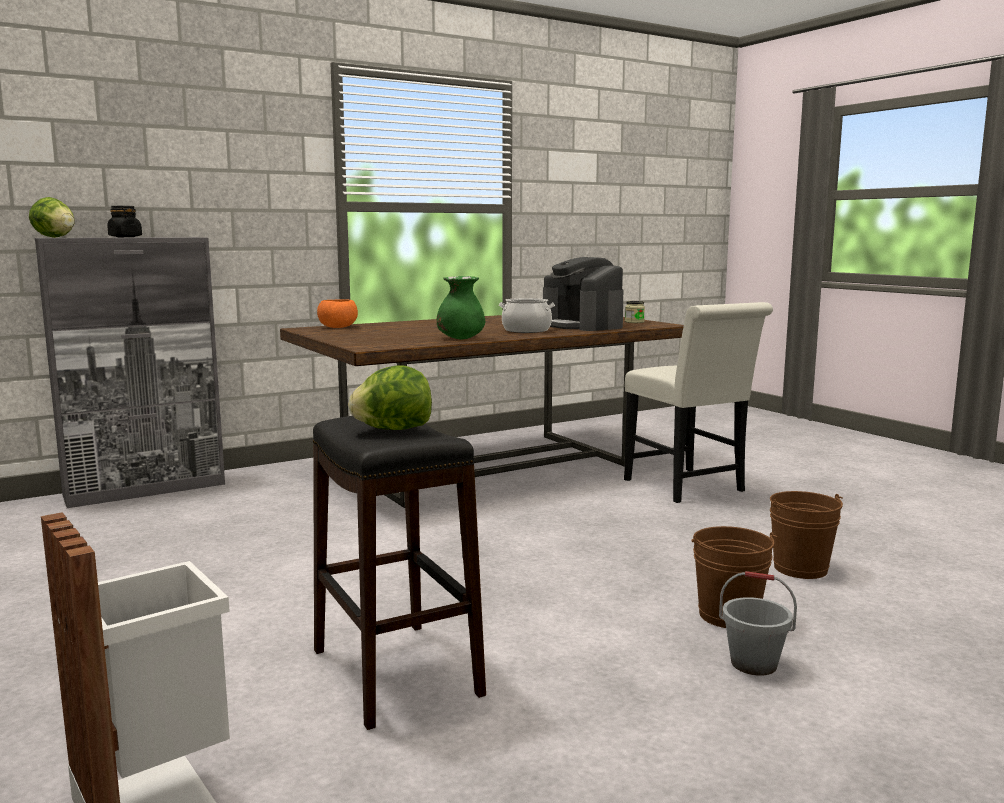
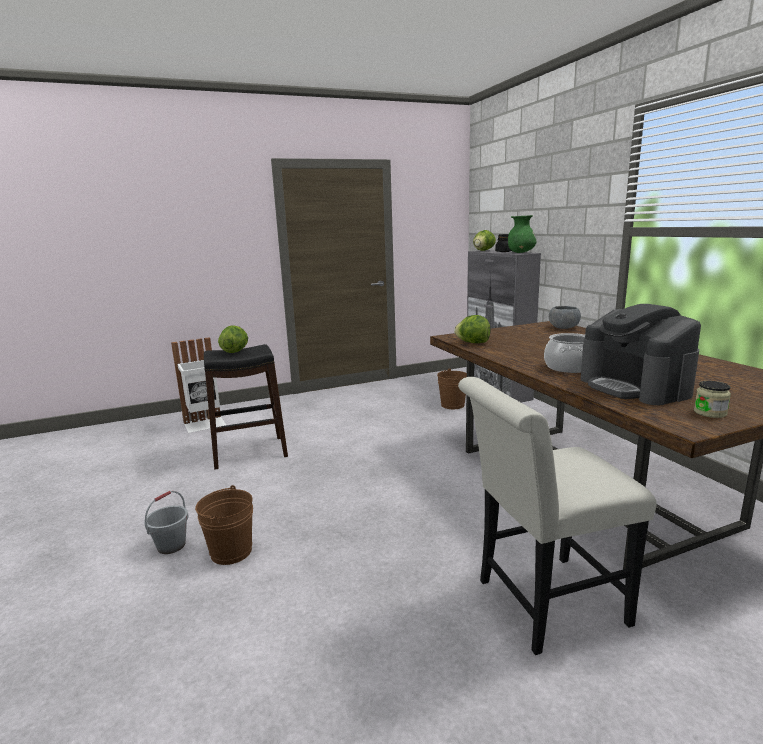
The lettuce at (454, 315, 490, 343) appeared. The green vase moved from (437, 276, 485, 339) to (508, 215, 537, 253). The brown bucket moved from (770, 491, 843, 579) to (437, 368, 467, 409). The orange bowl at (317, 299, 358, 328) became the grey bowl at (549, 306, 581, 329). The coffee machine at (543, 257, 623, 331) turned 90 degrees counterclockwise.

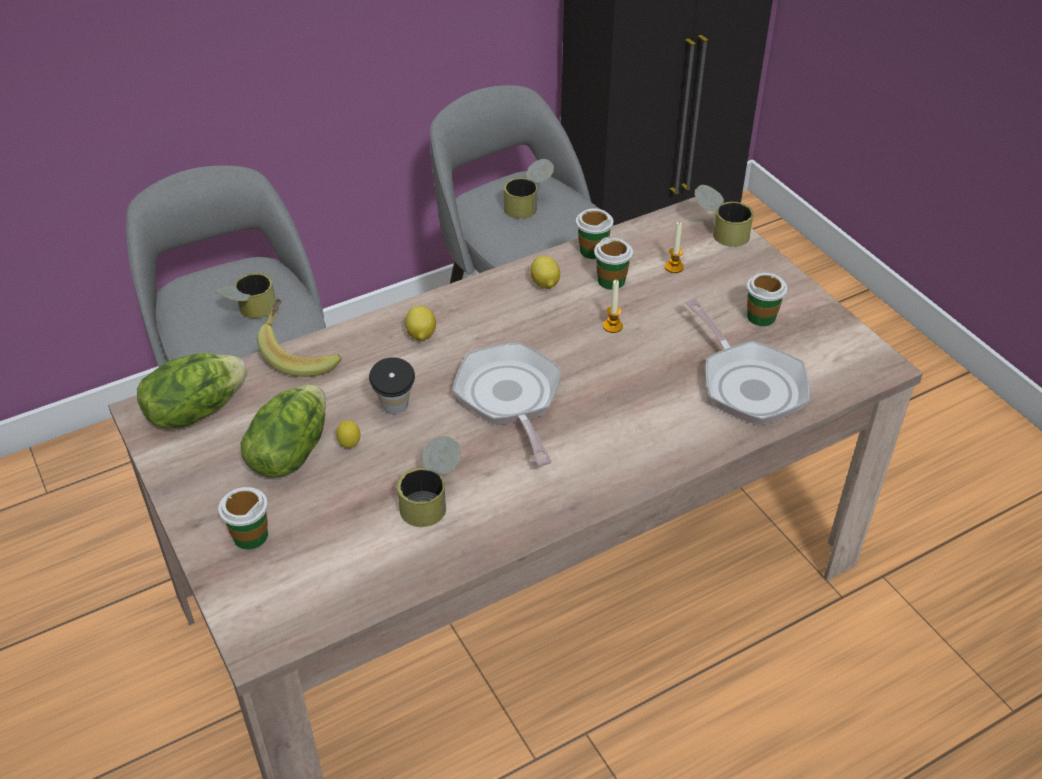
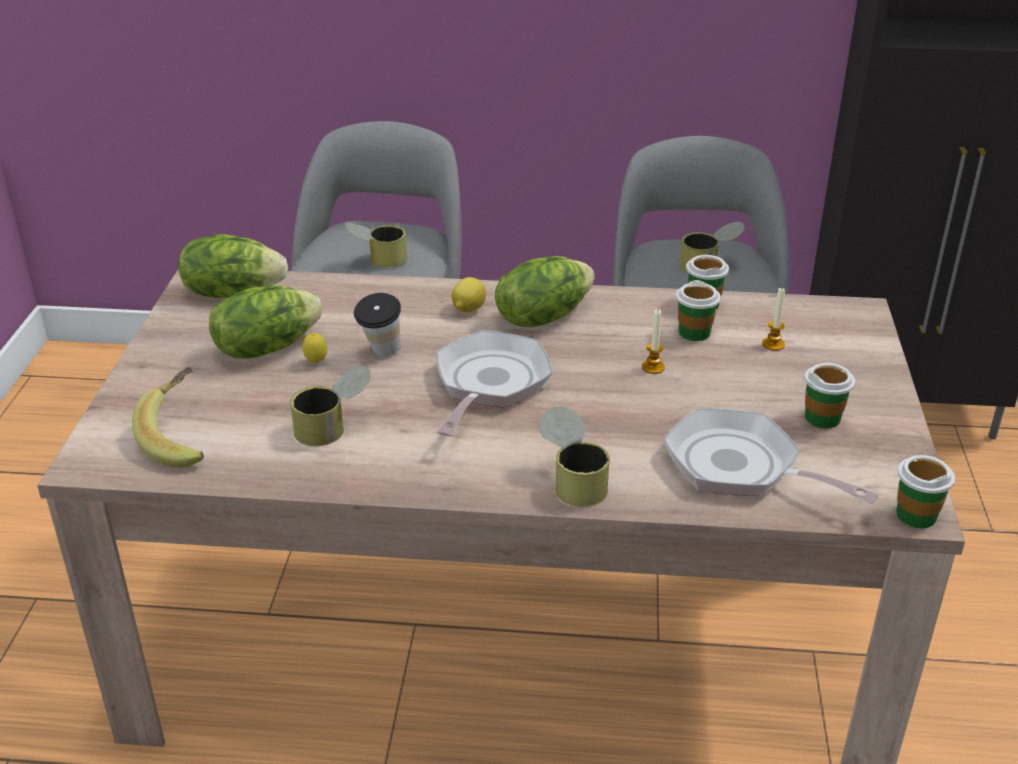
The lemon at (530, 256, 560, 289) disappeared. The lettuce at (495, 256, 595, 327) appeared. The cup moved from (218, 487, 268, 550) to (896, 455, 955, 528). The banana moved from (257, 298, 342, 377) to (132, 367, 204, 467). The can moved from (695, 185, 754, 247) to (539, 406, 610, 507). The frying pan at (685, 298, 810, 425) turned 120 degrees clockwise.

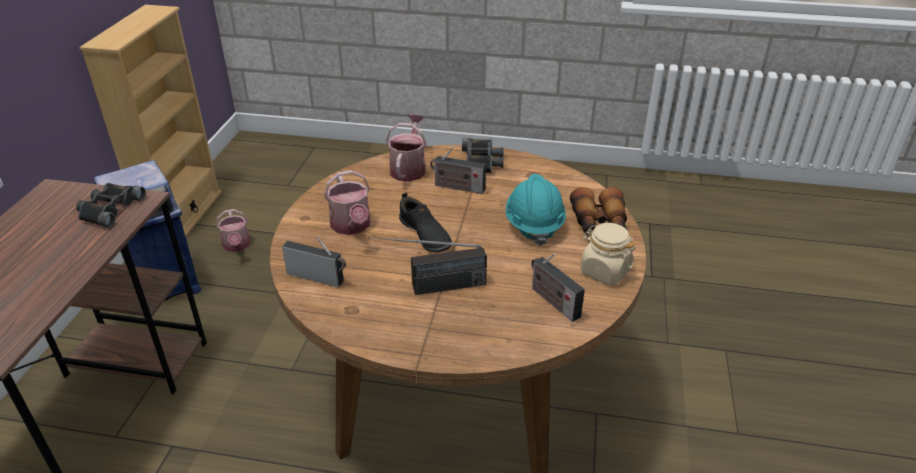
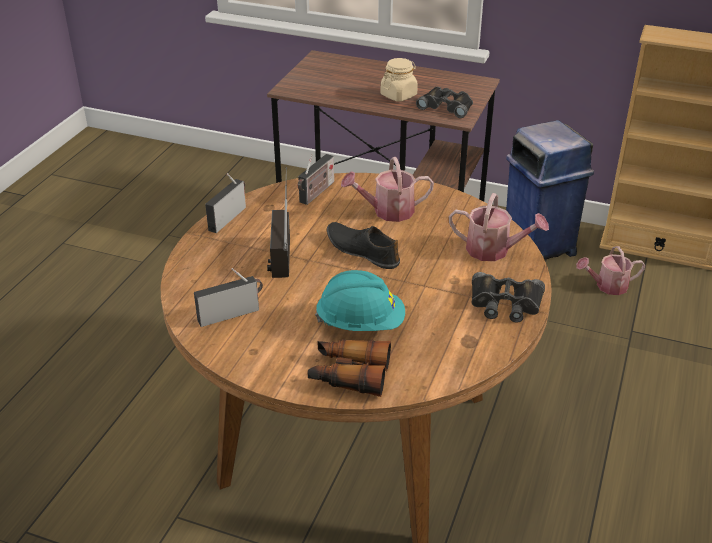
The radio moved from (430, 146, 486, 194) to (205, 173, 246, 233). The beige jar moved from (581, 223, 635, 285) to (381, 58, 418, 101). The black shoe at (399, 192, 452, 252) turned 60 degrees clockwise.

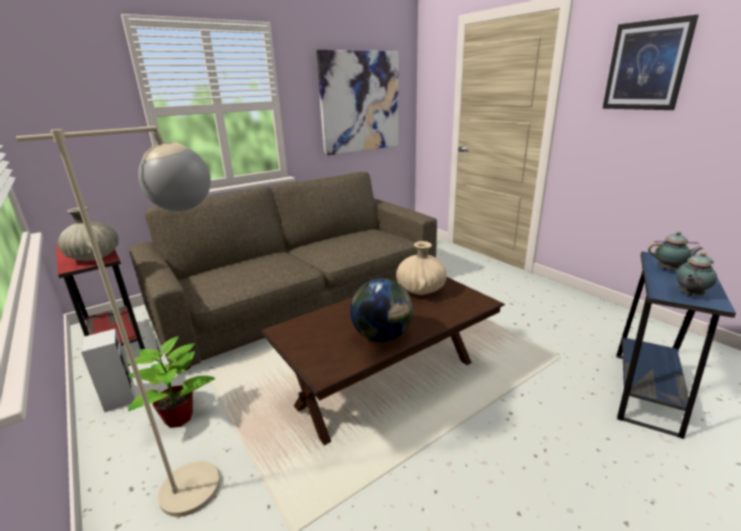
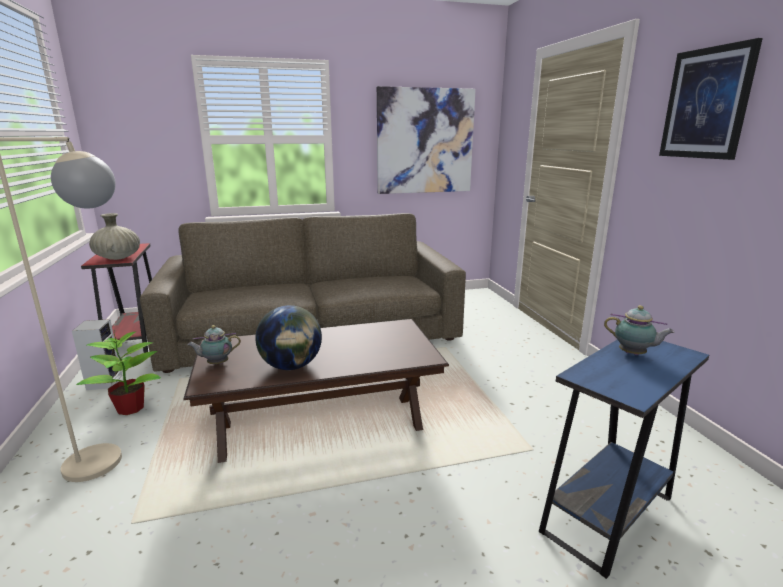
The beige vase at (396, 241, 447, 295) disappeared. The teapot moved from (676, 252, 717, 296) to (187, 325, 241, 365).

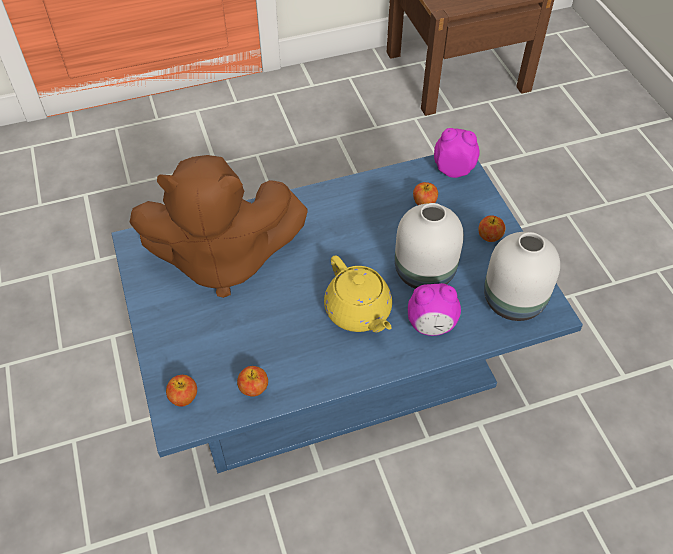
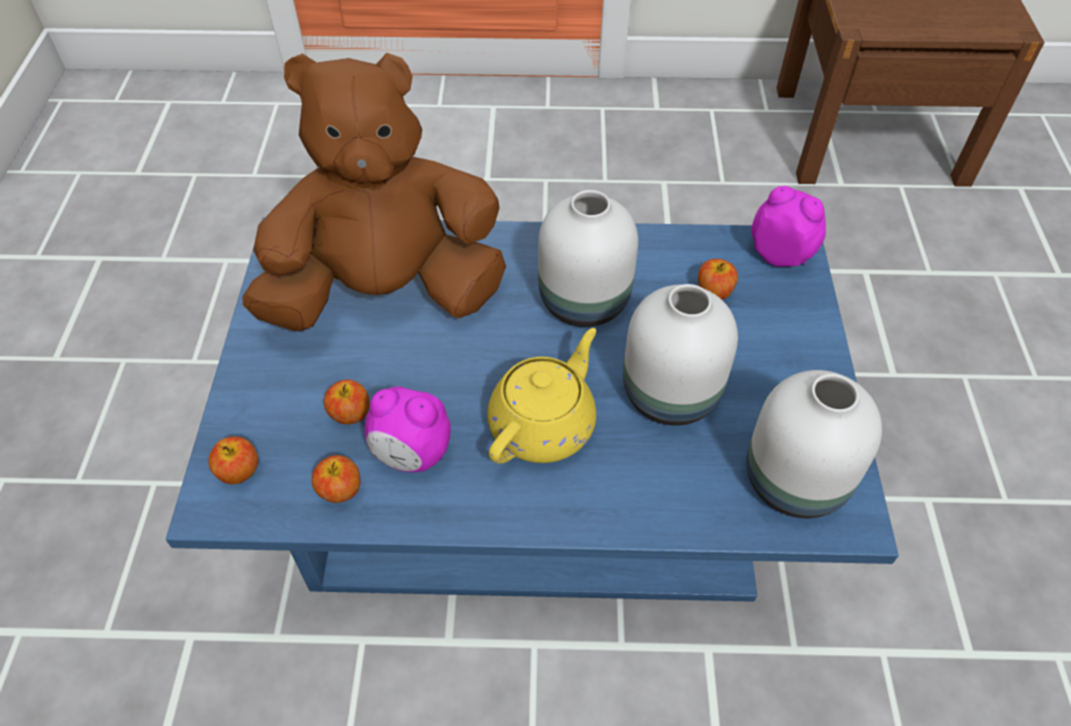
The white vase at (538, 190, 638, 327) appeared. The alarm clock moved from (408, 283, 461, 336) to (365, 387, 451, 472). The apple moved from (478, 215, 506, 242) to (324, 379, 369, 424). The brown plush toy at (129, 155, 308, 298) turned 150 degrees clockwise. The yellow teapot at (324, 255, 392, 333) turned 135 degrees counterclockwise.

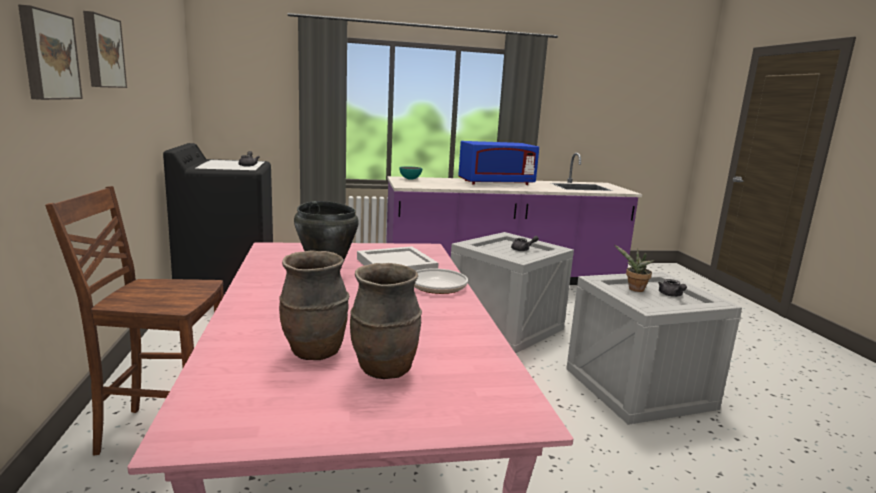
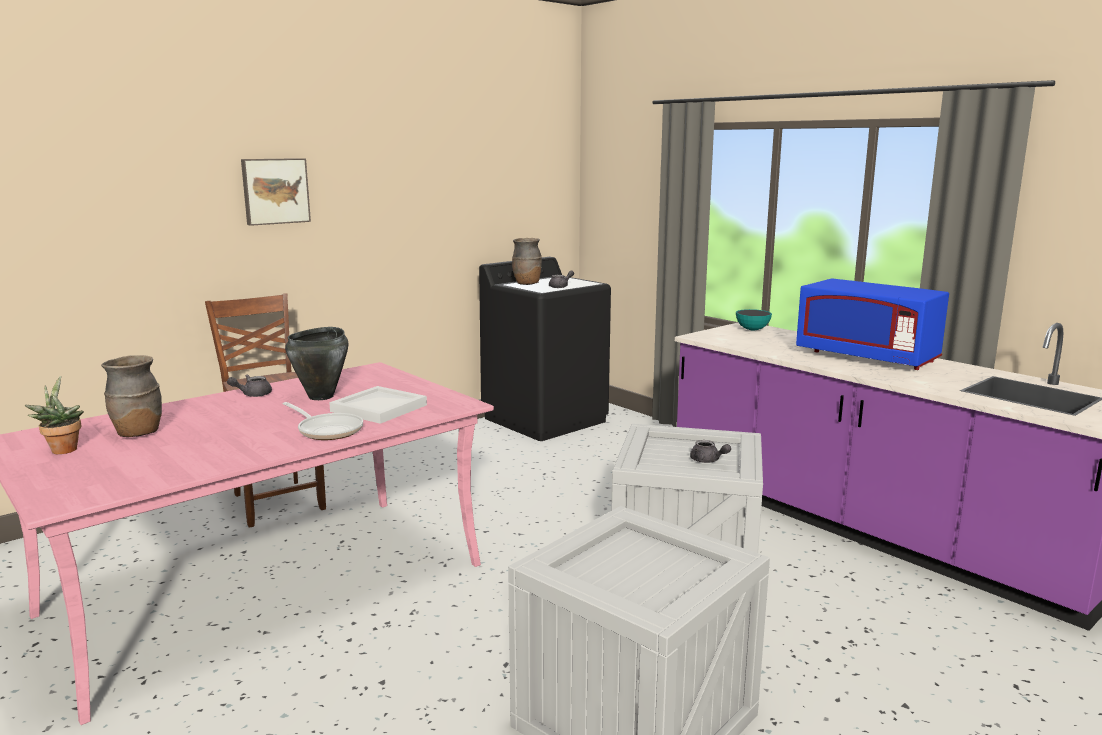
The picture at (83, 11, 127, 88) disappeared. The brown vase moved from (350, 263, 422, 379) to (512, 238, 542, 285). The potted plant moved from (615, 245, 654, 292) to (24, 376, 84, 454). The grey teapot moved from (658, 279, 687, 297) to (227, 375, 272, 397).

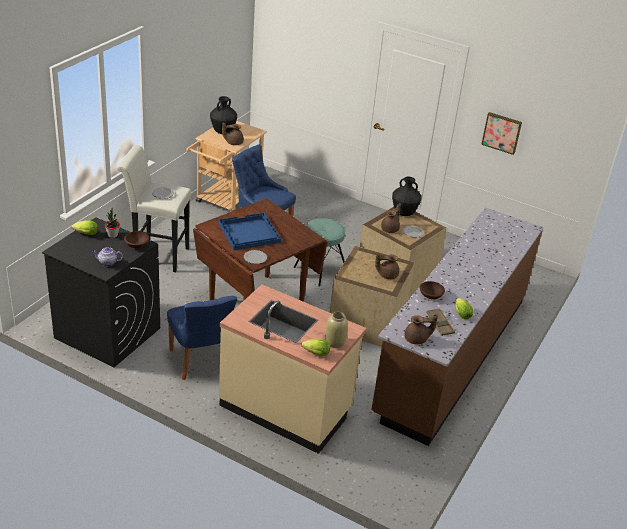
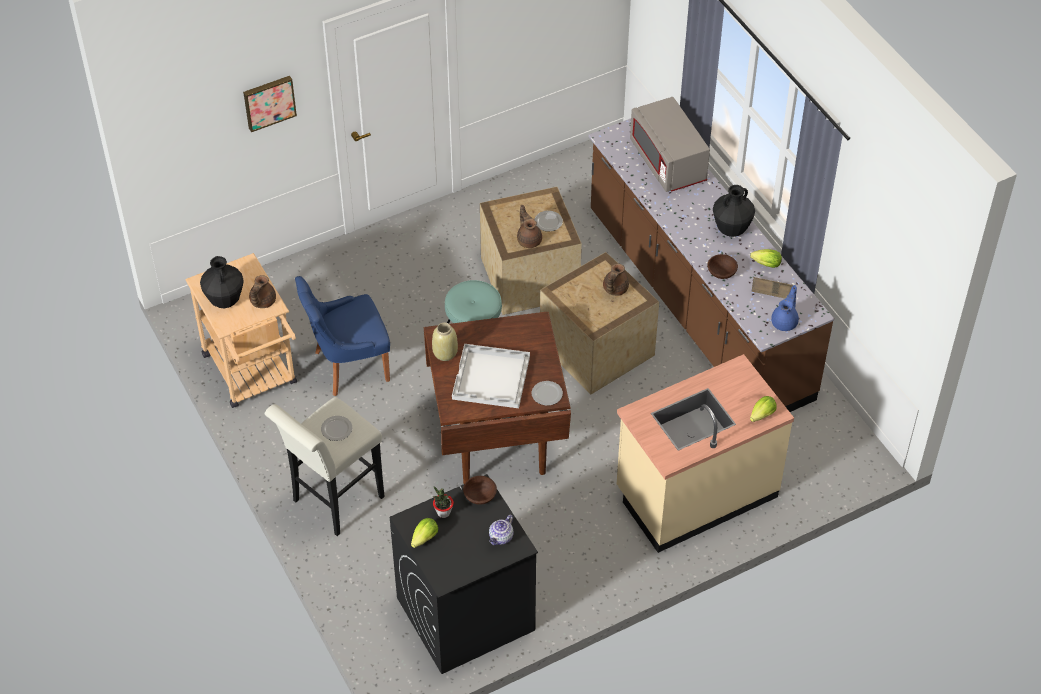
The blue chair at (167, 296, 237, 380) disappeared. The grey microwave at (630, 97, 710, 192) appeared. The beige vase moved from (325, 312, 348, 348) to (432, 323, 458, 361). The black vase moved from (392, 177, 422, 216) to (713, 185, 755, 237). The picture moved from (481, 112, 522, 155) to (243, 76, 297, 132). The blue tray at (218, 213, 281, 250) became the white tray at (452, 344, 530, 408). The brown teapot at (405, 314, 438, 345) became the blue teapot at (771, 285, 799, 331).

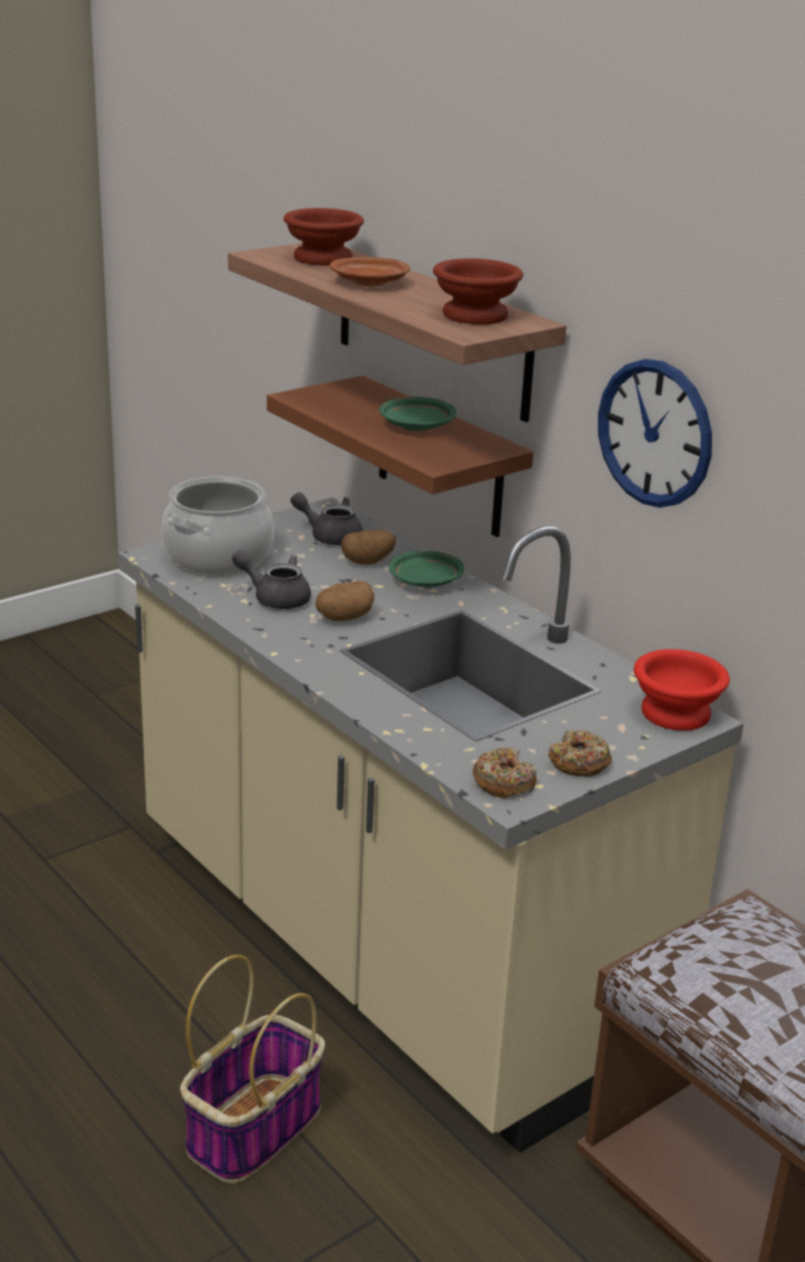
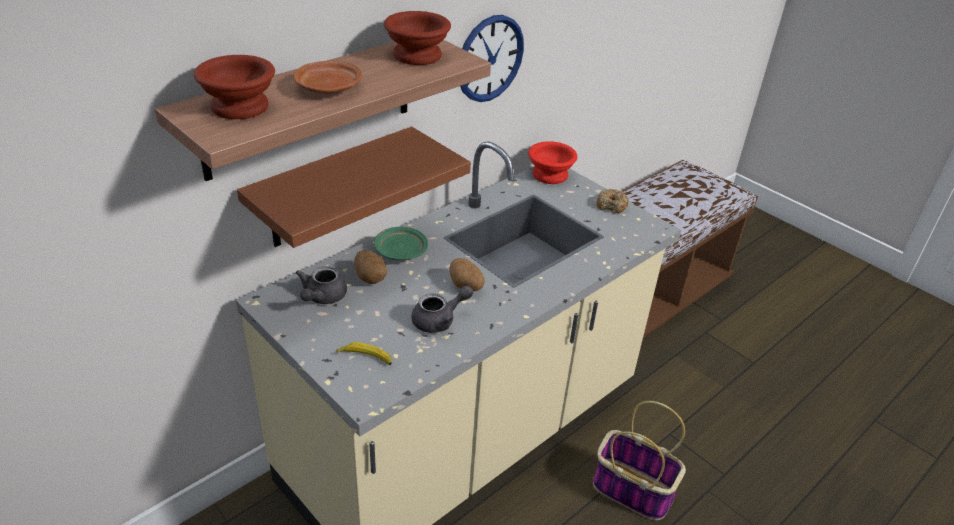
The green plate at (379, 397, 457, 431) disappeared. The donut at (473, 748, 537, 798) disappeared. The cooking pot at (162, 476, 274, 575) was replaced by the banana at (336, 342, 392, 365). The grey teapot at (232, 550, 311, 609) turned 135 degrees counterclockwise.

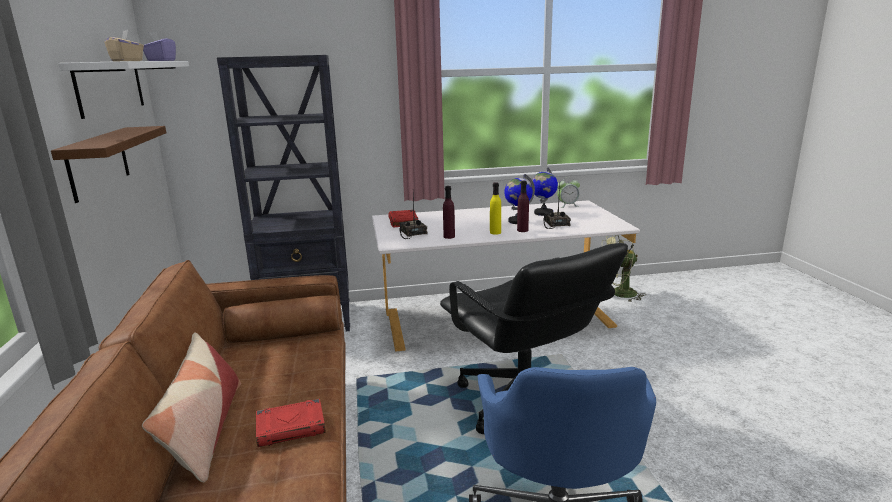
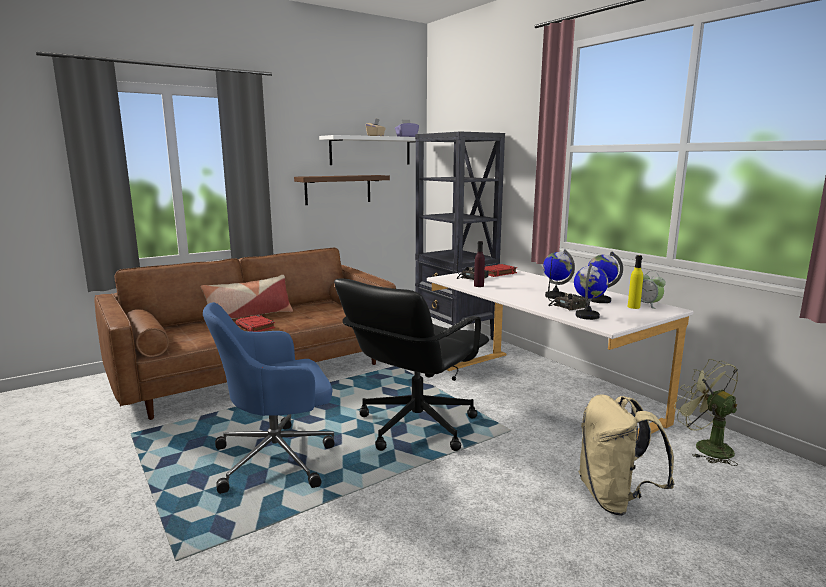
The purple bottle at (517, 181, 529, 232) disappeared. The globe at (574, 263, 608, 320) appeared. The beige backpack at (578, 394, 674, 516) appeared. The yellow bottle moved from (490, 182, 501, 235) to (628, 255, 643, 309).

